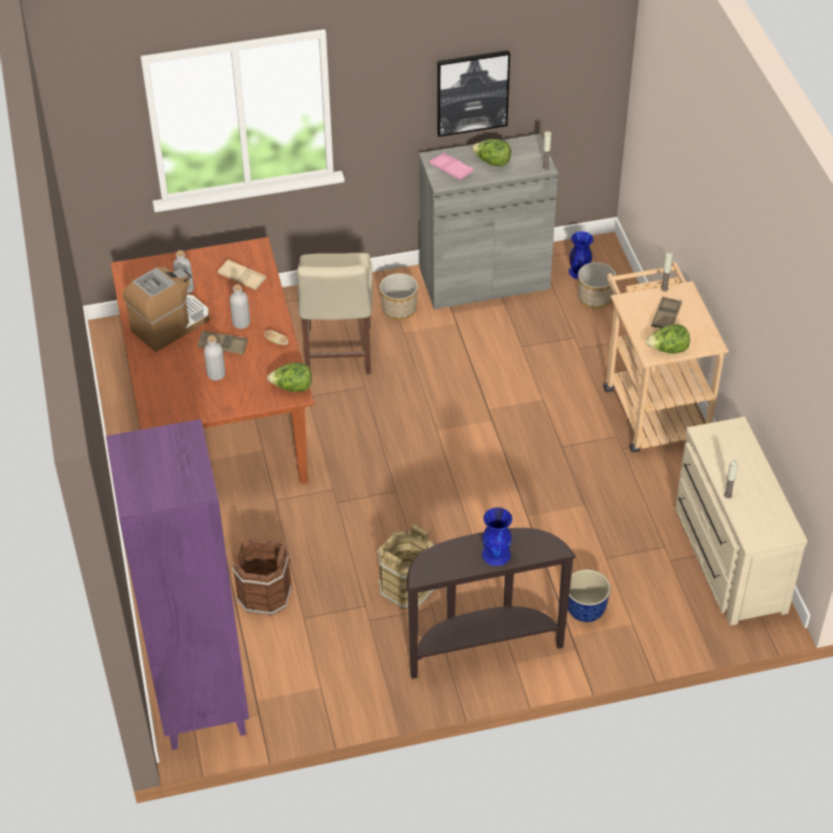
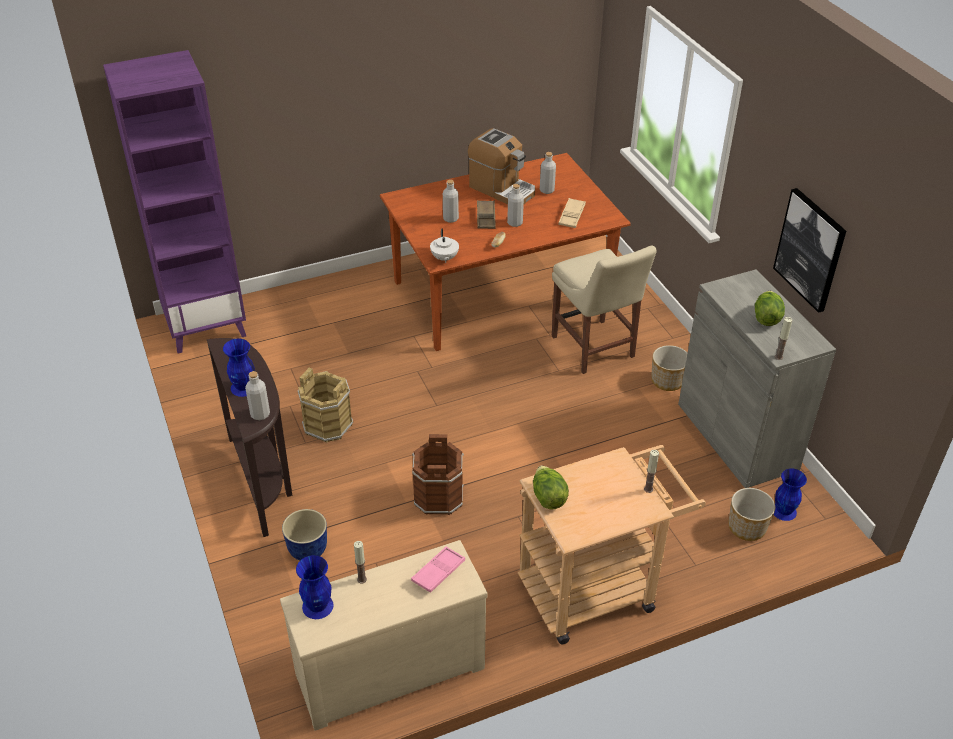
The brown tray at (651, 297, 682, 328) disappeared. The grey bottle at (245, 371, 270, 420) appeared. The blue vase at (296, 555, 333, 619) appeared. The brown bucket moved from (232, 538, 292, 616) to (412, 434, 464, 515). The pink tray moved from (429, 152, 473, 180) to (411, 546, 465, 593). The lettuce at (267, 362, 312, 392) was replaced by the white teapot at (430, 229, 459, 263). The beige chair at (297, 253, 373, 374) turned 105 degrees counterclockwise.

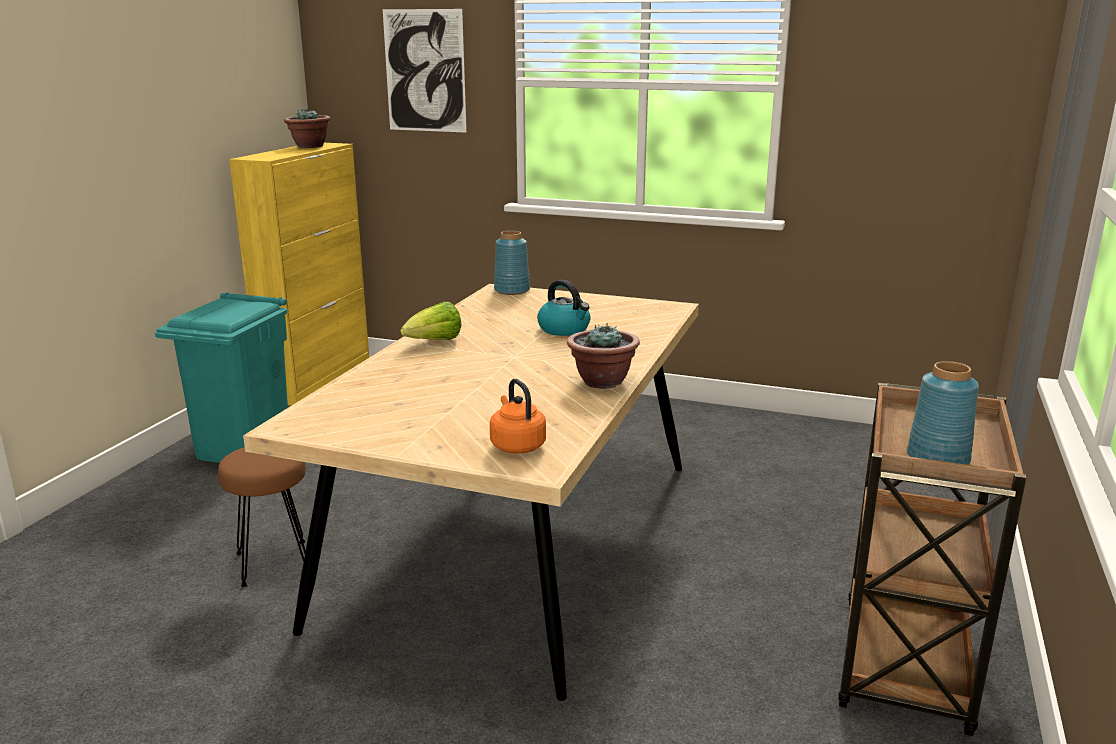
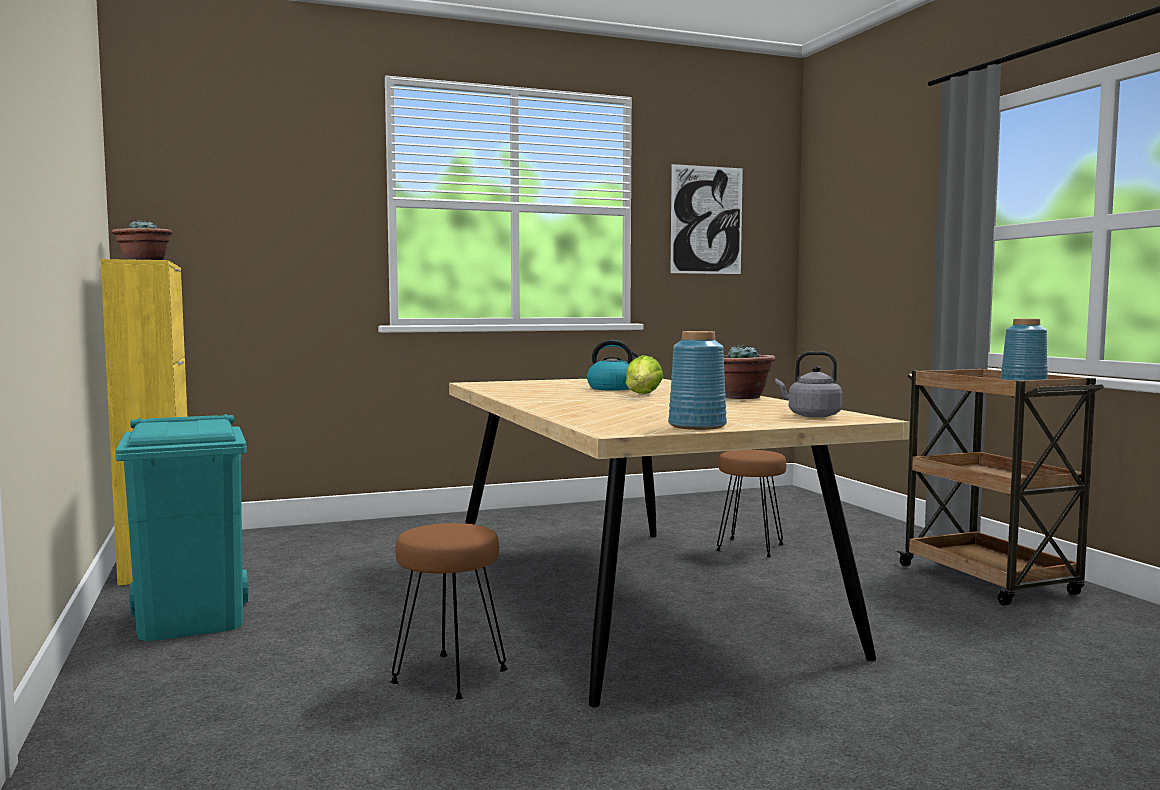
The brown stool at (716, 450, 787, 558) appeared. The picture moved from (383, 9, 467, 133) to (671, 164, 743, 274). The lettuce moved from (400, 302, 461, 340) to (626, 355, 663, 394). The blue vase moved from (494, 231, 530, 295) to (668, 331, 727, 430). The orange kettle at (490, 379, 546, 453) became the grey kettle at (775, 351, 842, 418).

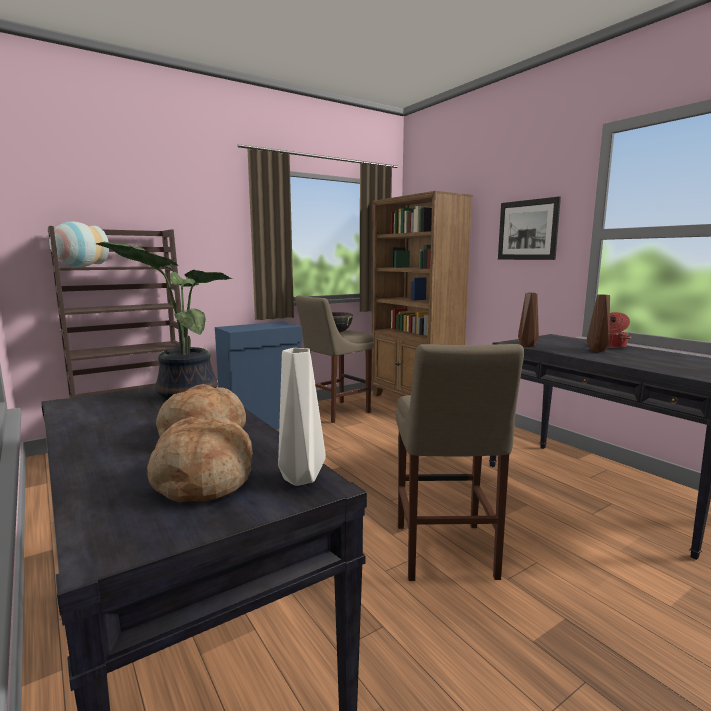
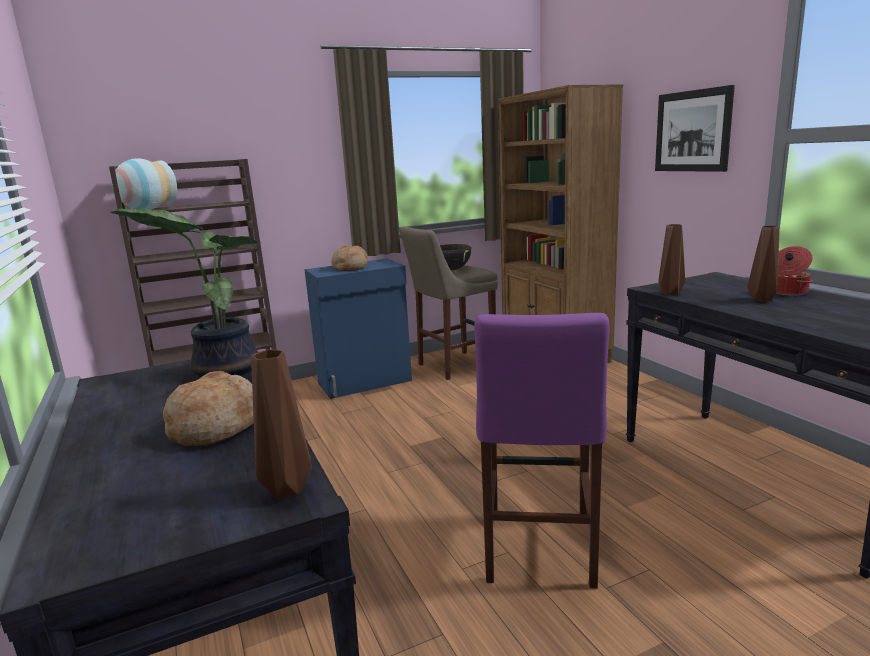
The bread moved from (147, 417, 252, 502) to (331, 245, 368, 271). The white vase at (278, 348, 326, 486) became the brown vase at (251, 349, 312, 499). The beige stool at (396, 344, 524, 581) became the purple stool at (474, 313, 610, 589).

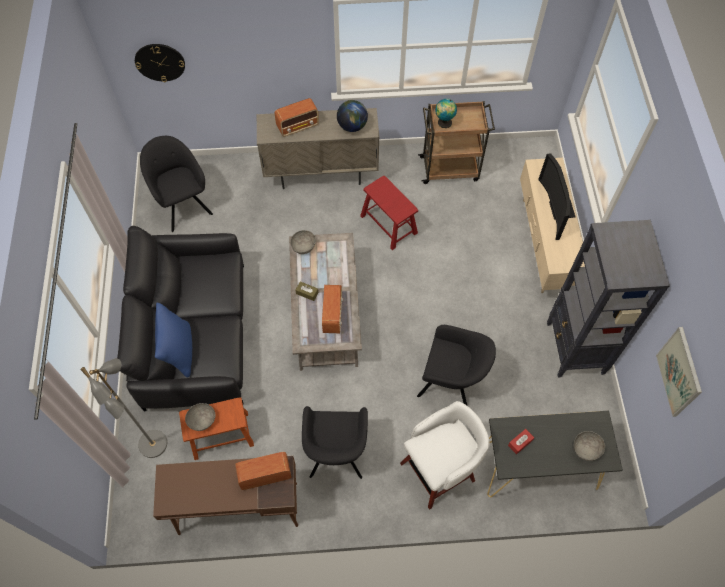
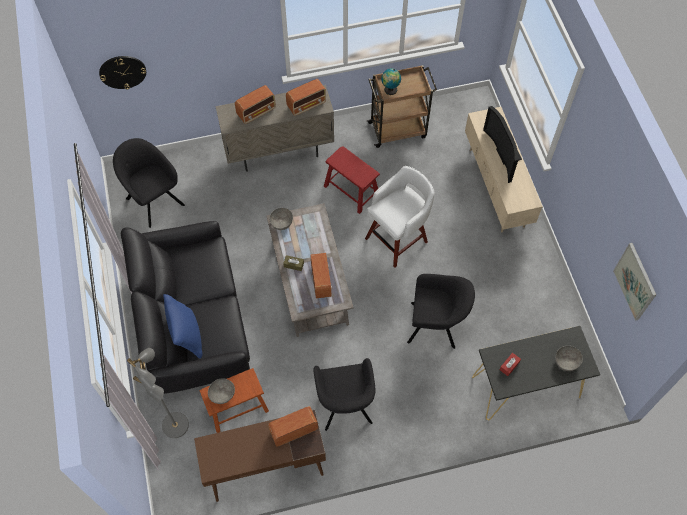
The black bookcase at (547, 220, 670, 378) disappeared. The white stool moved from (400, 401, 490, 510) to (365, 166, 435, 268). The globe at (337, 100, 368, 132) was replaced by the radio at (286, 79, 326, 116).

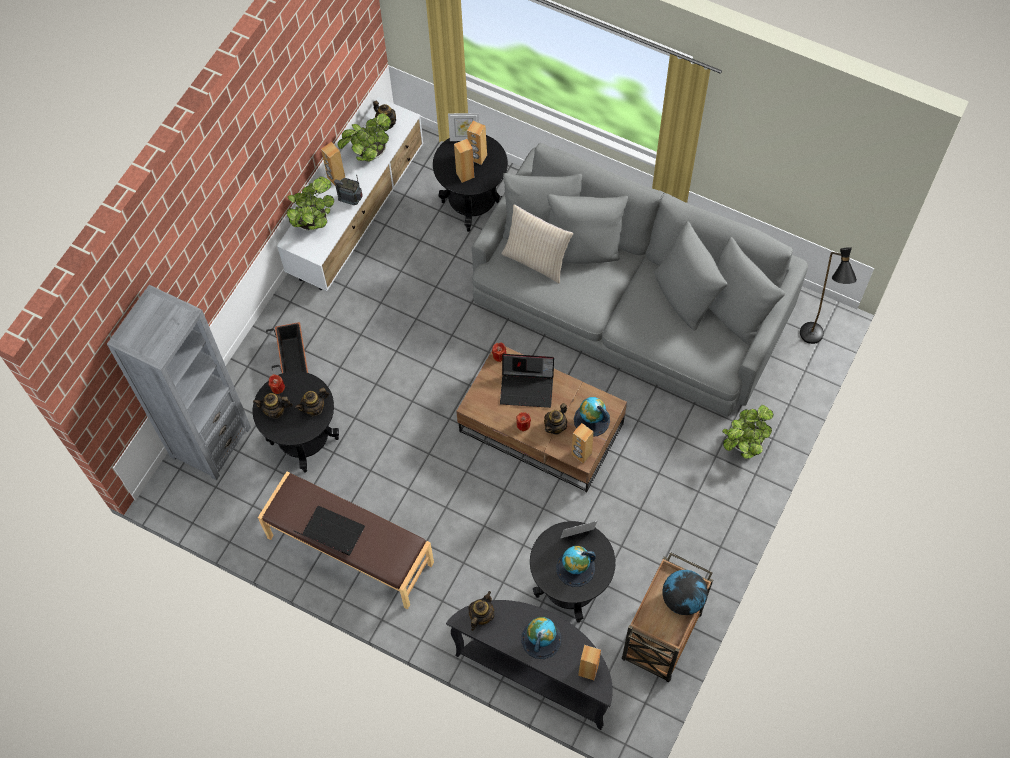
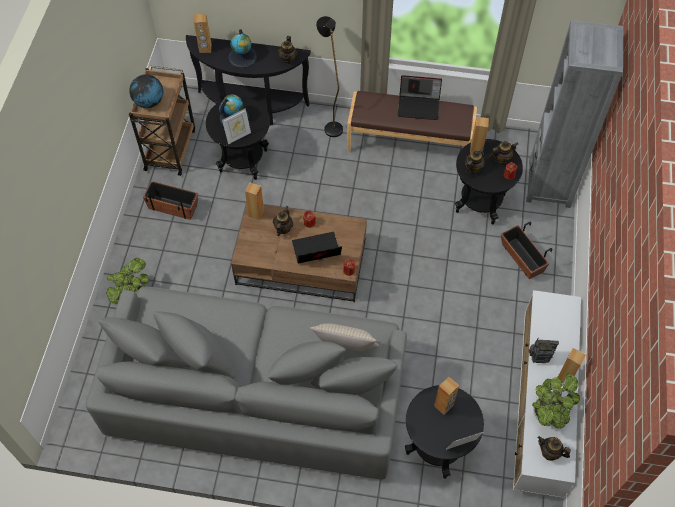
The potted plant at (287, 176, 334, 231) disappeared. The globe at (574, 397, 610, 437) disappeared. The planter at (143, 181, 198, 220) appeared. The brown speaker moved from (467, 121, 487, 165) to (470, 117, 489, 154). The black floor lamp moved from (800, 247, 857, 344) to (316, 16, 343, 137).

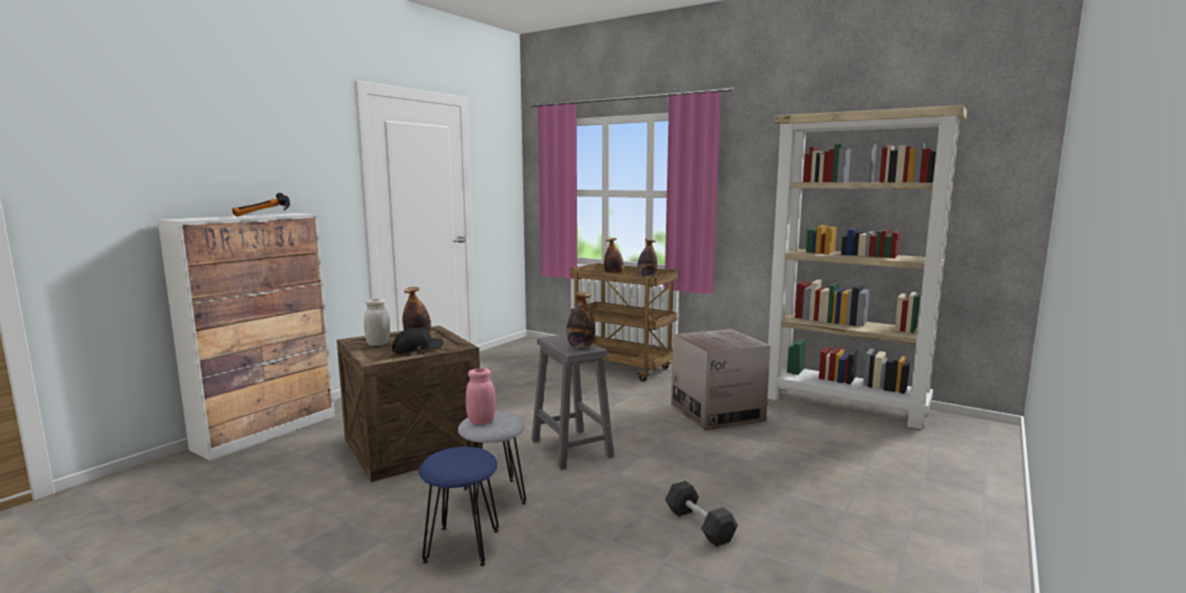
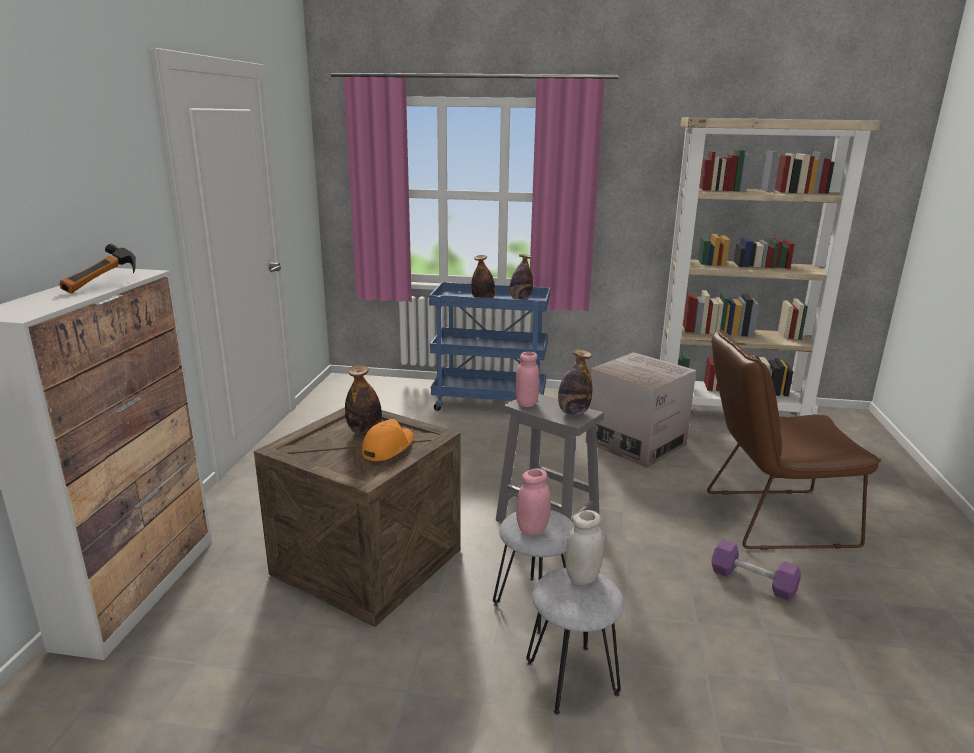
The pink jar at (515, 352, 540, 407) appeared. The brown chair at (707, 328, 881, 550) appeared. The white jar moved from (364, 299, 390, 346) to (565, 510, 604, 585). The black cap at (392, 327, 443, 354) became the orange cap at (362, 419, 414, 461). The blue stool at (419, 447, 499, 566) became the grey stool at (526, 568, 624, 715). The brown cart at (570, 263, 678, 382) became the blue cart at (429, 282, 550, 411). The black dumbbell at (665, 481, 738, 547) became the purple dumbbell at (711, 539, 801, 601).

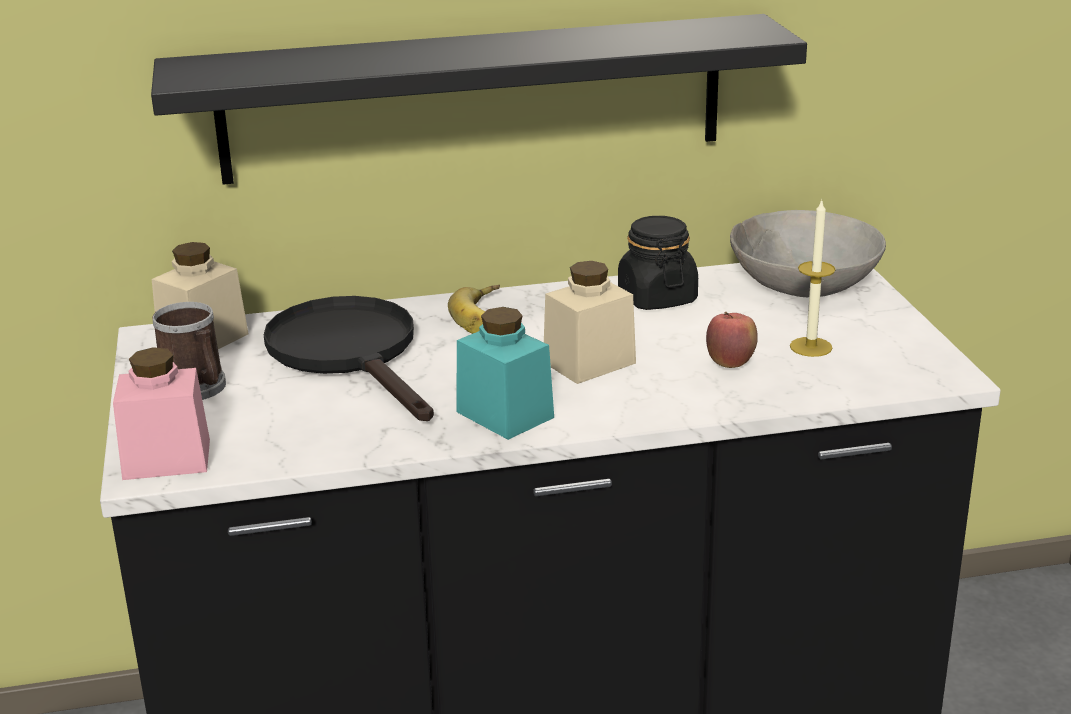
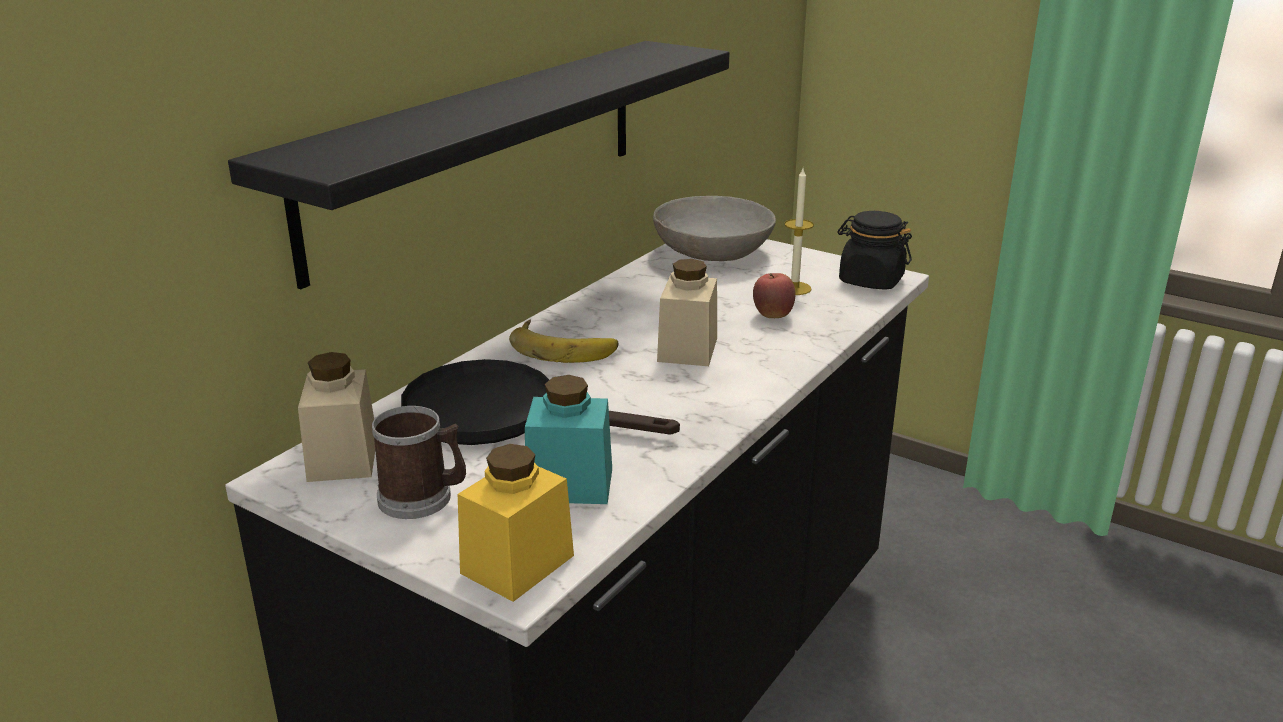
The turquoise jar moved from (456, 307, 554, 440) to (525, 375, 612, 504). The black jar moved from (618, 216, 698, 310) to (838, 211, 912, 290). The pink jar at (113, 347, 210, 480) became the yellow jar at (458, 444, 574, 602).

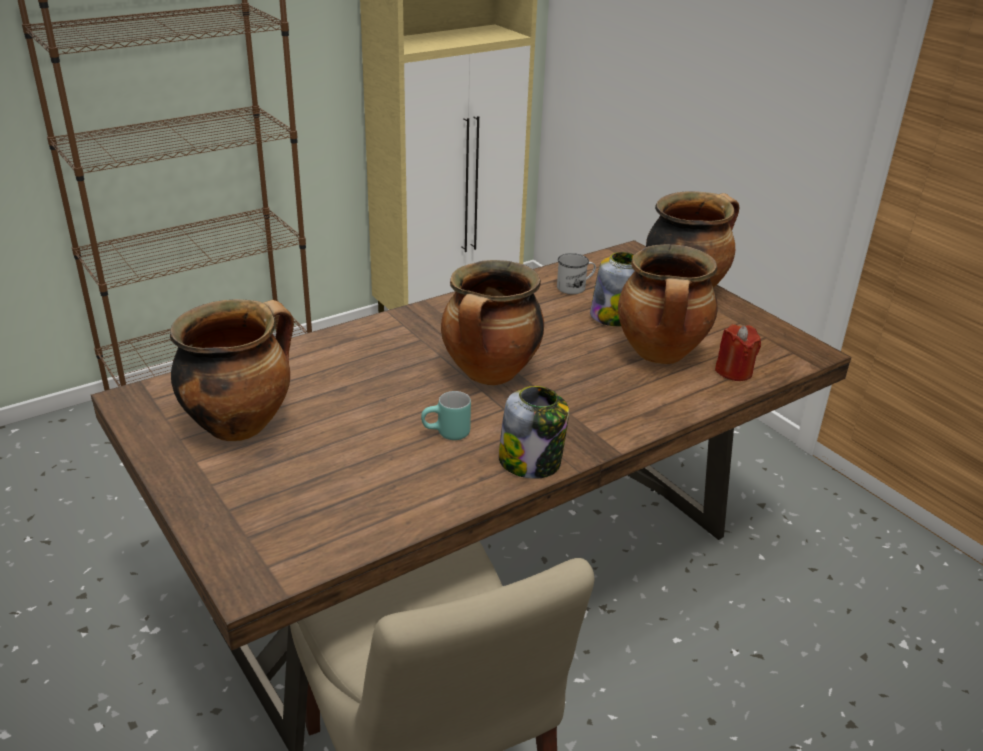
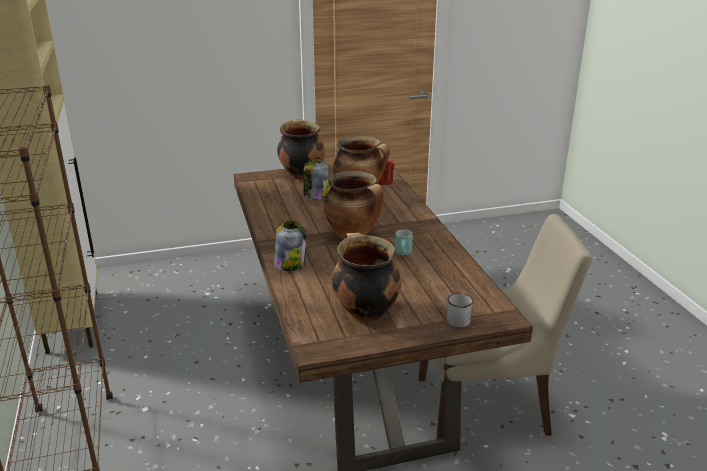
The jar moved from (498, 386, 569, 479) to (274, 221, 306, 271). The white mug moved from (557, 253, 596, 294) to (447, 293, 473, 327).

